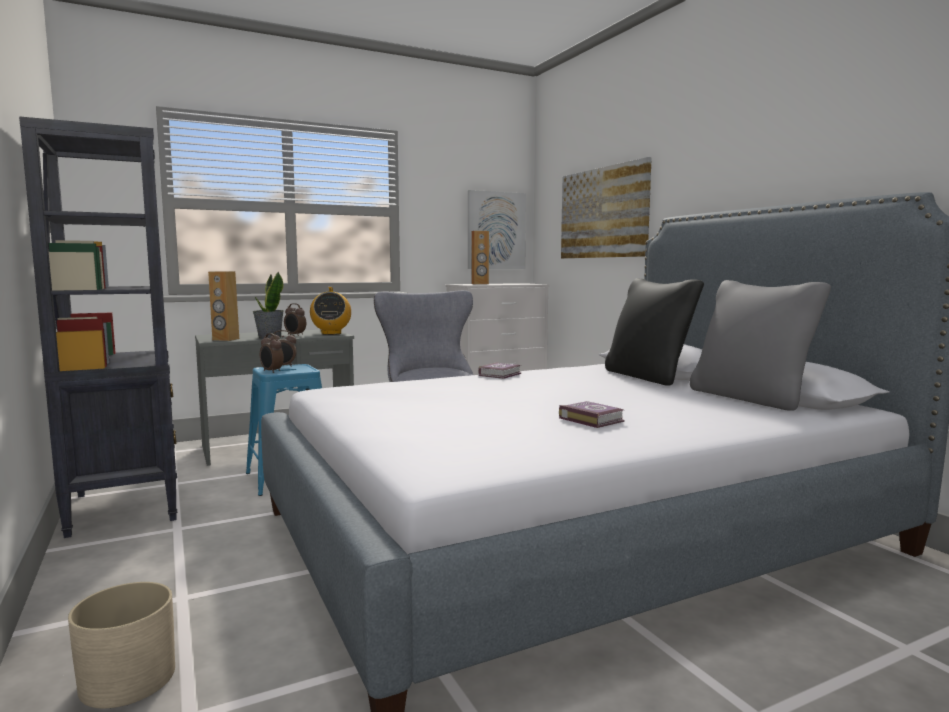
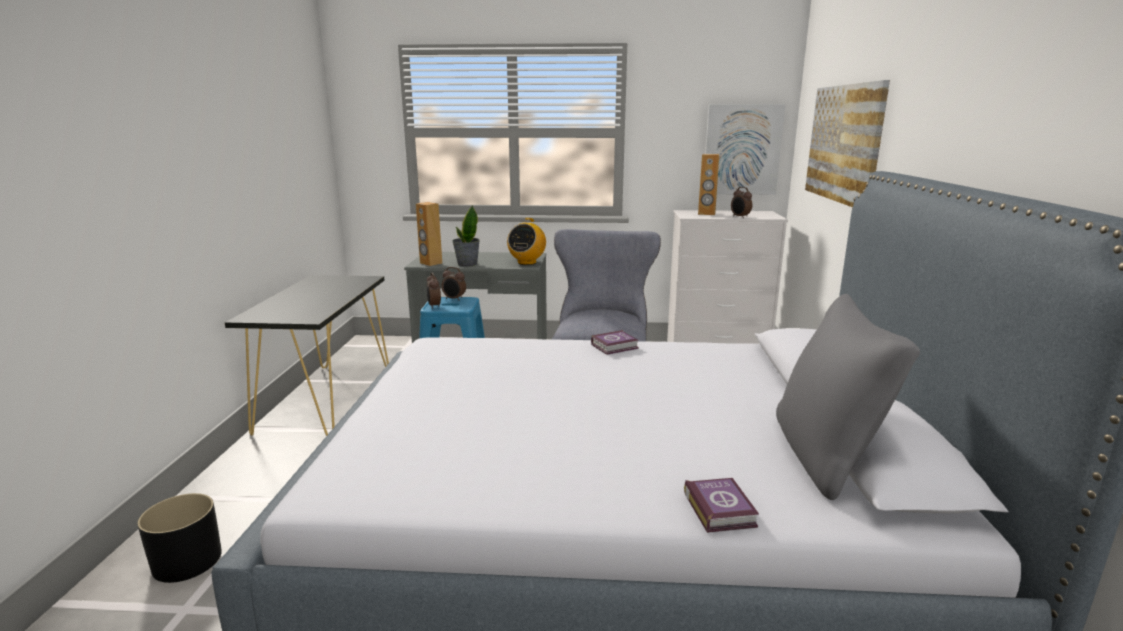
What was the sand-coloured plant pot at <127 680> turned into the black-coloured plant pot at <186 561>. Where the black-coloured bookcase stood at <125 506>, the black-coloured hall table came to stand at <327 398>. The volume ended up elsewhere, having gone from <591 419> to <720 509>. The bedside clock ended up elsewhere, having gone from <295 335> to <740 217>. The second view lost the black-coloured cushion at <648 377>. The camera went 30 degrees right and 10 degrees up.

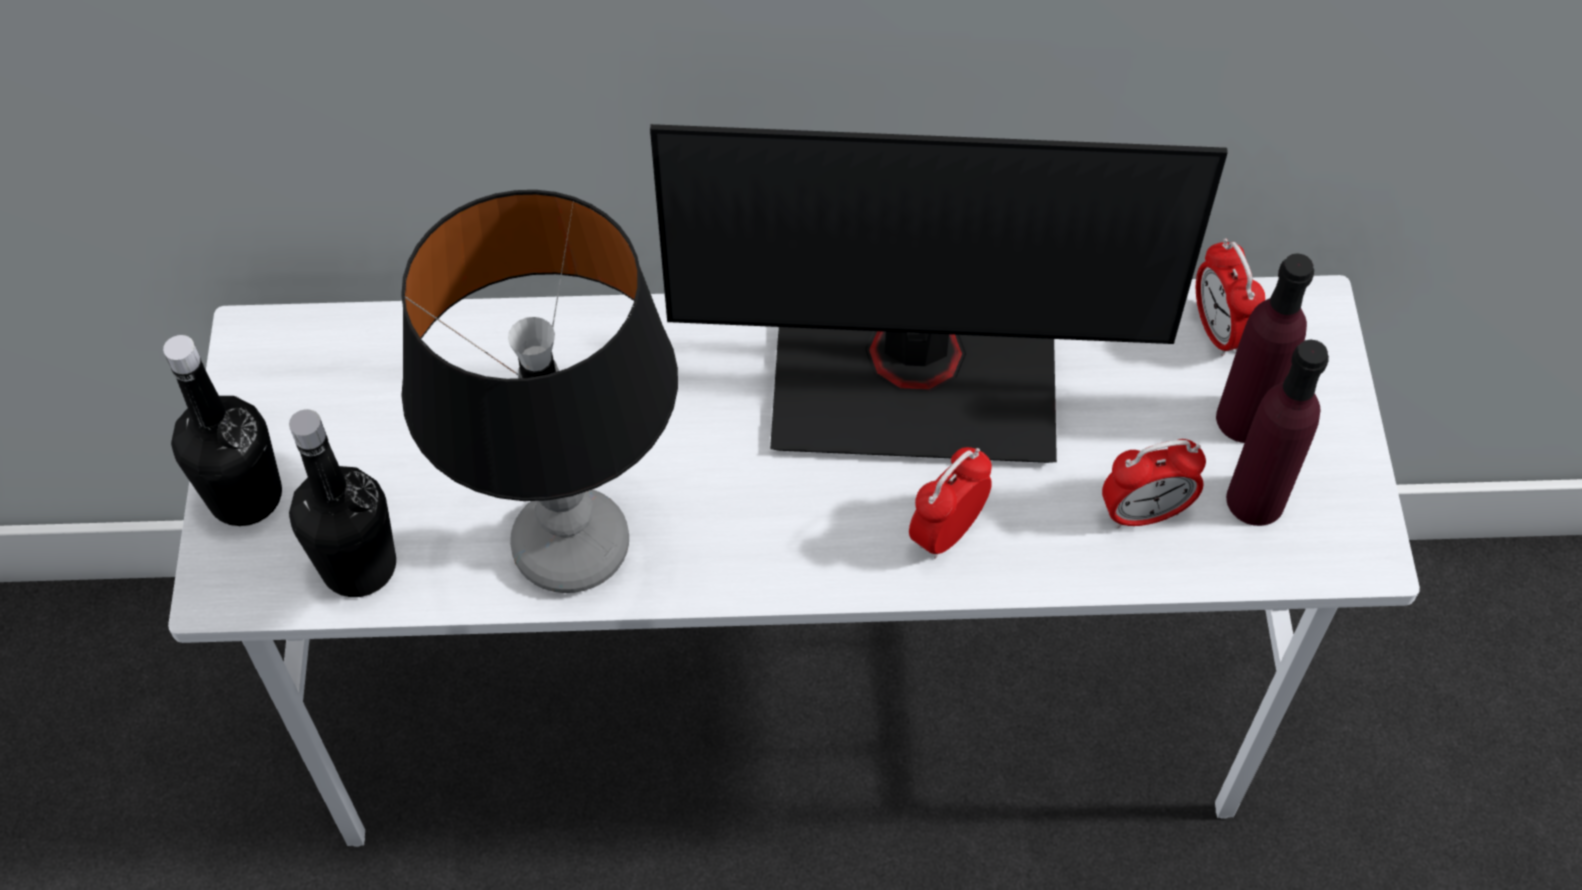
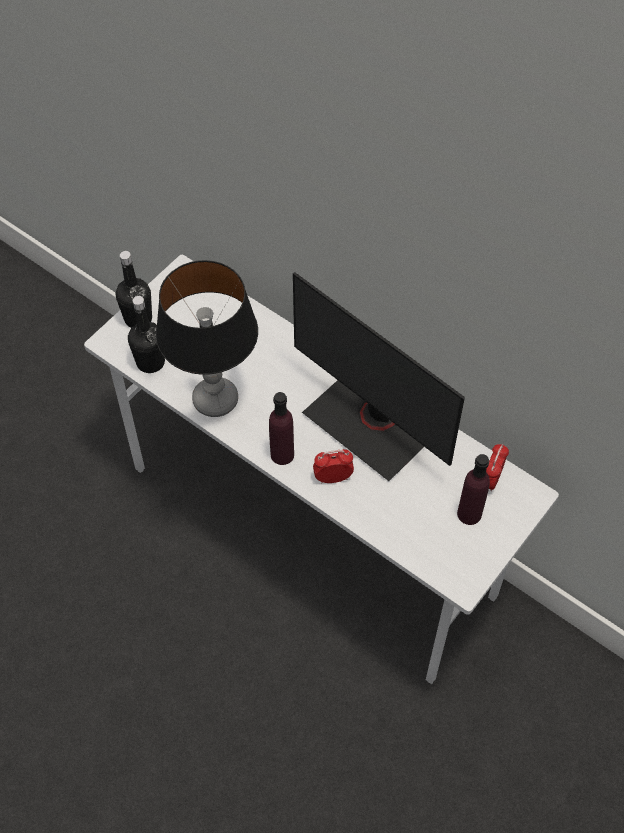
The purple bottle ended up elsewhere, having gone from <1255 500> to <282 454>. The second view lost the bedside clock at <1144 513>. The camera went 40 degrees right and 0 degrees up.

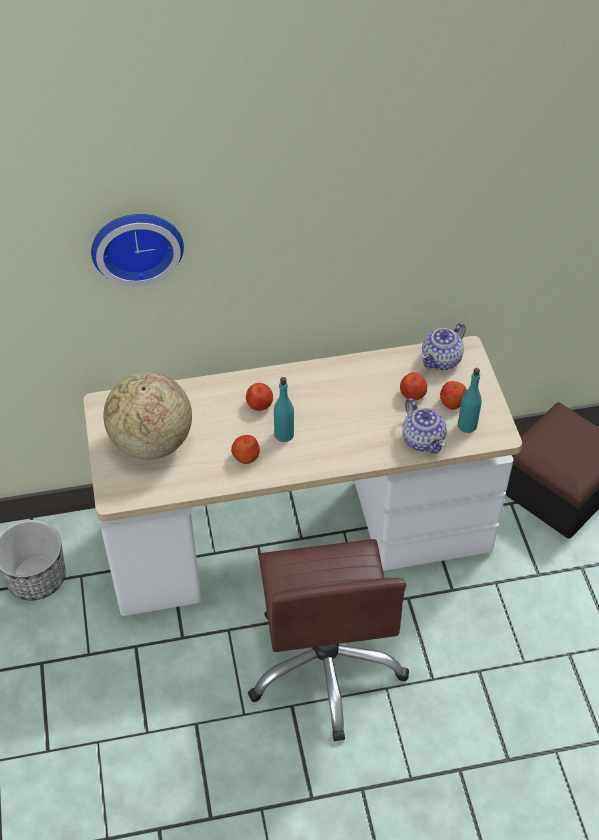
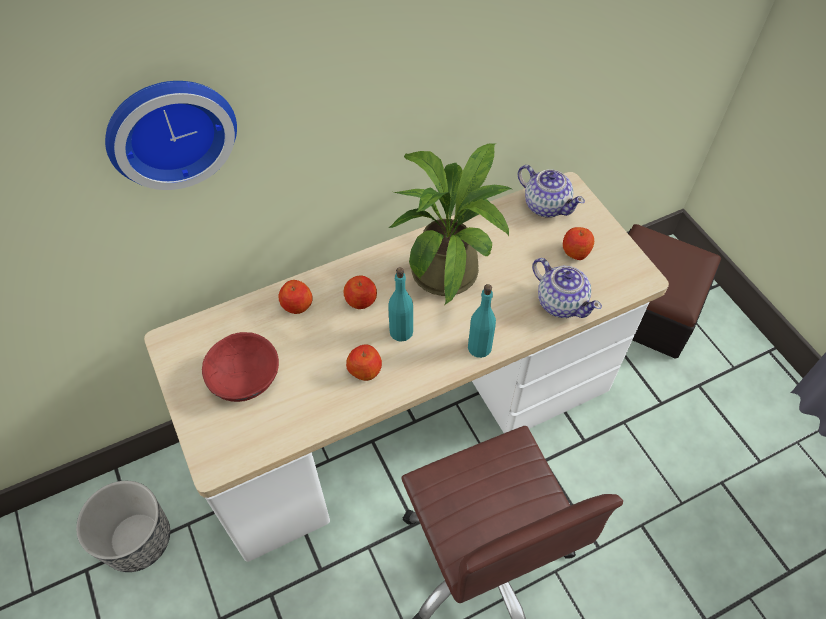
Where the desk globe stood at <151 442>, the red-coloured bowl came to stand at <244 378>. The apple fruit ended up elsewhere, having gone from <412 394> to <297 305>. The second view gained the plant in a pot at <451 267>. The turquoise bottle ended up elsewhere, having gone from <467 425> to <479 347>. The tea pot at <442 360> ended up facing another way, 75 degrees counterclockwise from before. The camera went 15 degrees left and 5 degrees up.

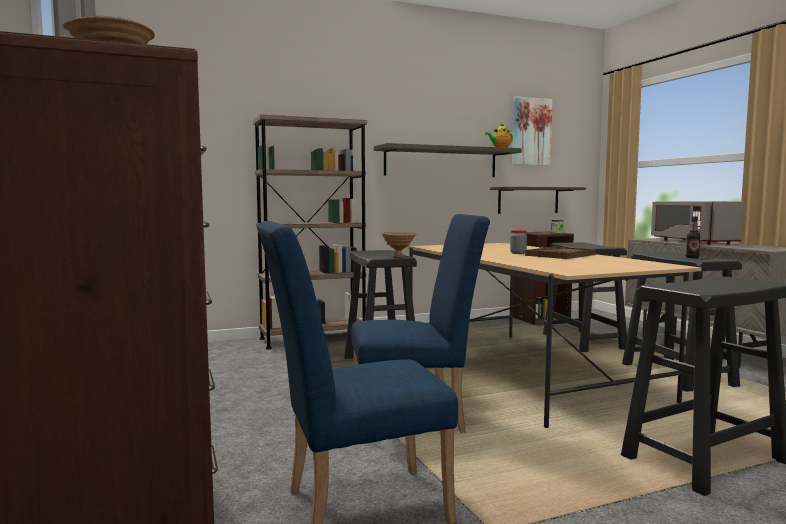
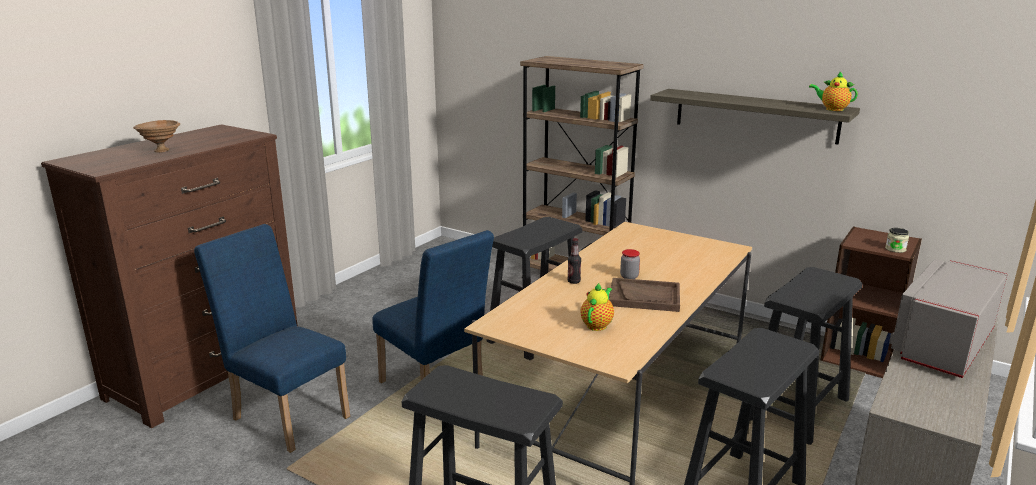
The bottle ended up elsewhere, having gone from <692 257> to <573 281>. The second view gained the tea pot at <597 325>. The second view lost the brown bowl at <398 256>. The second view lost the brown shelf at <528 200>. The second view lost the wall art at <531 132>. The camera went 55 degrees right and 15 degrees up.

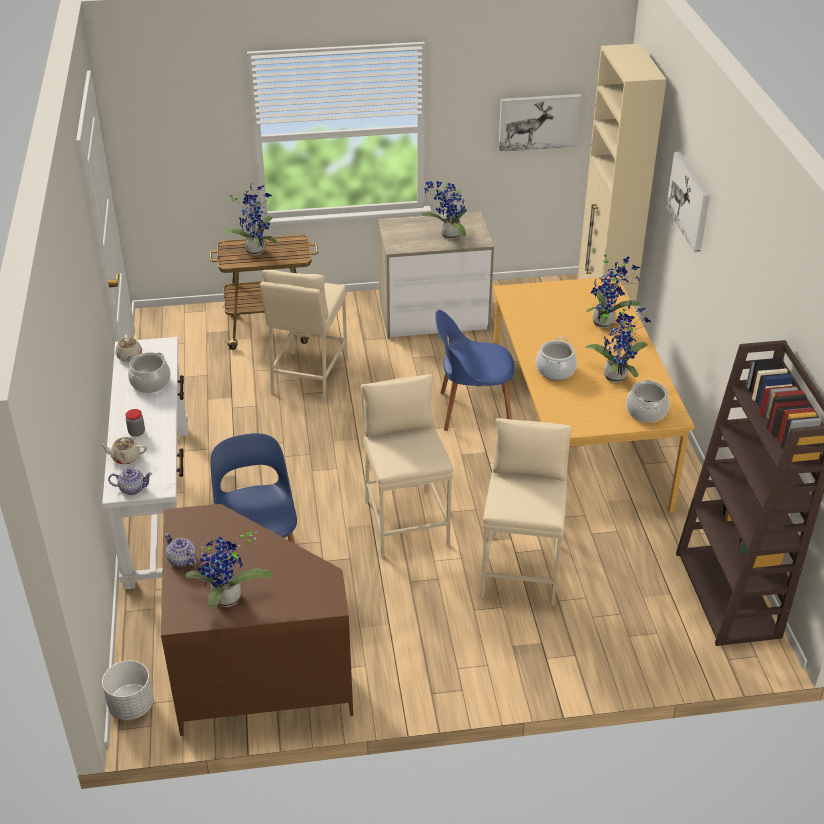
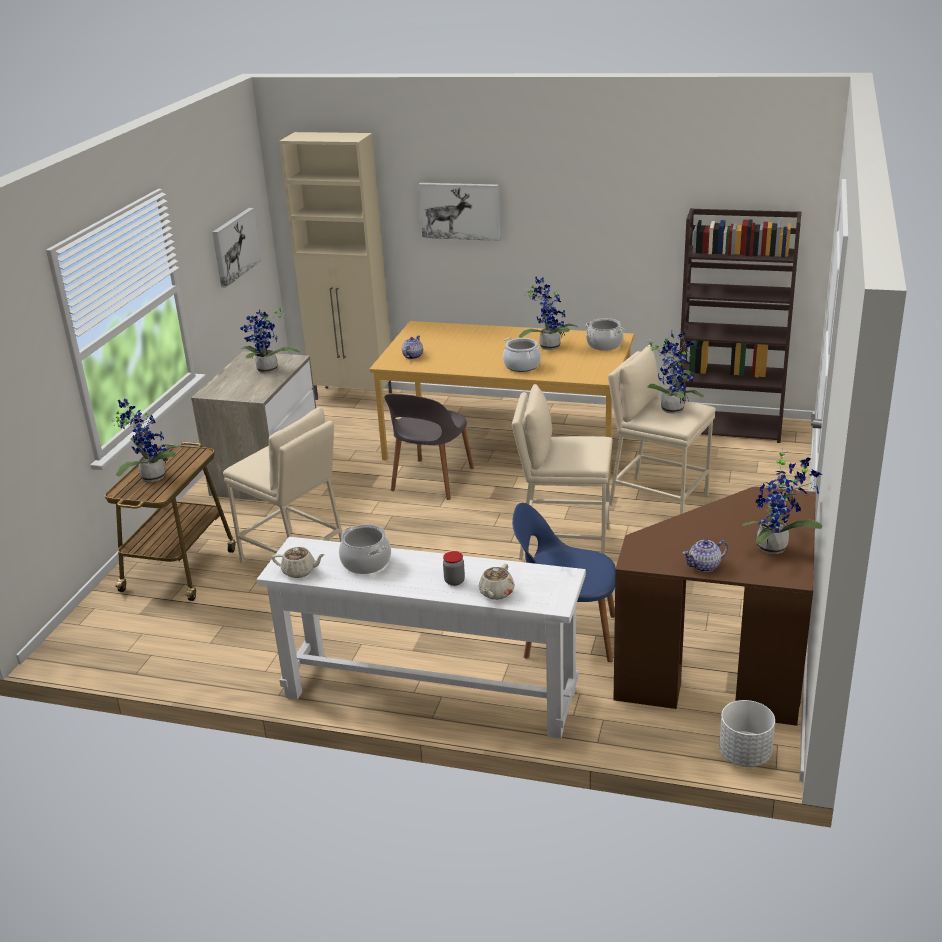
What was the bluish plain chair at <472 410> turned into the grey plain chair at <431 480>. The tea pot ended up elsewhere, having gone from <132 488> to <412 356>. The plant in a pot ended up elsewhere, having gone from <606 322> to <672 408>. The camera went 65 degrees left and 10 degrees down.

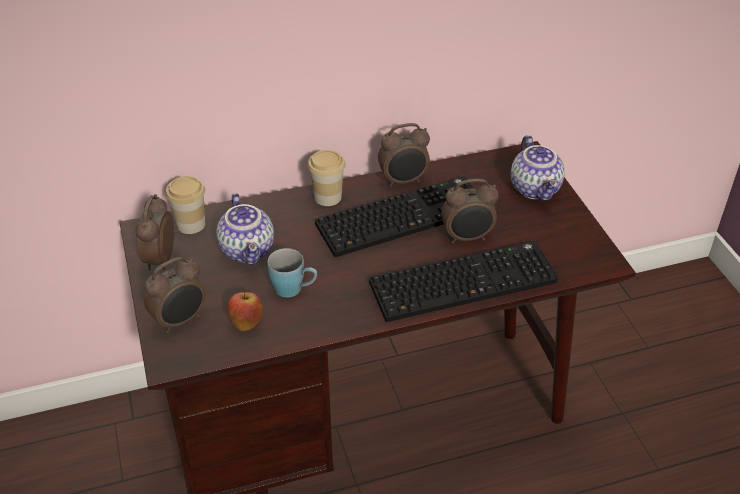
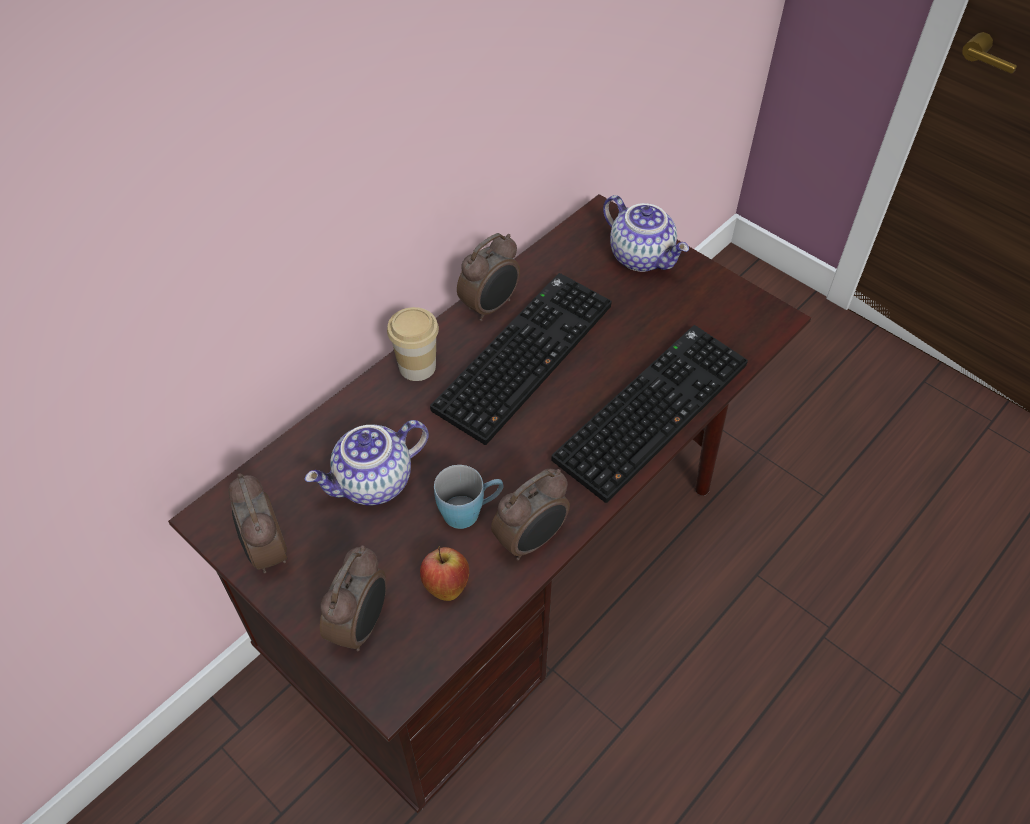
The tea pot at <249 250> ended up facing another way, 105 degrees clockwise from before. The bedside clock ended up elsewhere, having gone from <467 238> to <532 540>. The second view lost the cup at <191 224>. The camera went 30 degrees left and 10 degrees up.

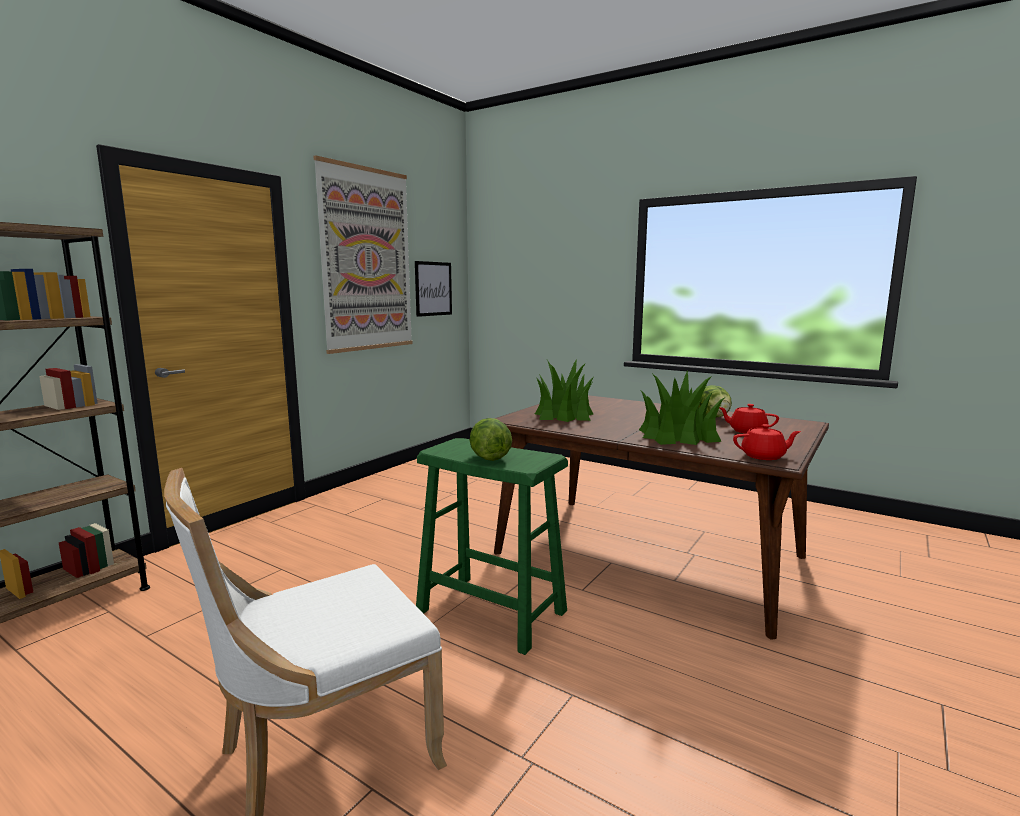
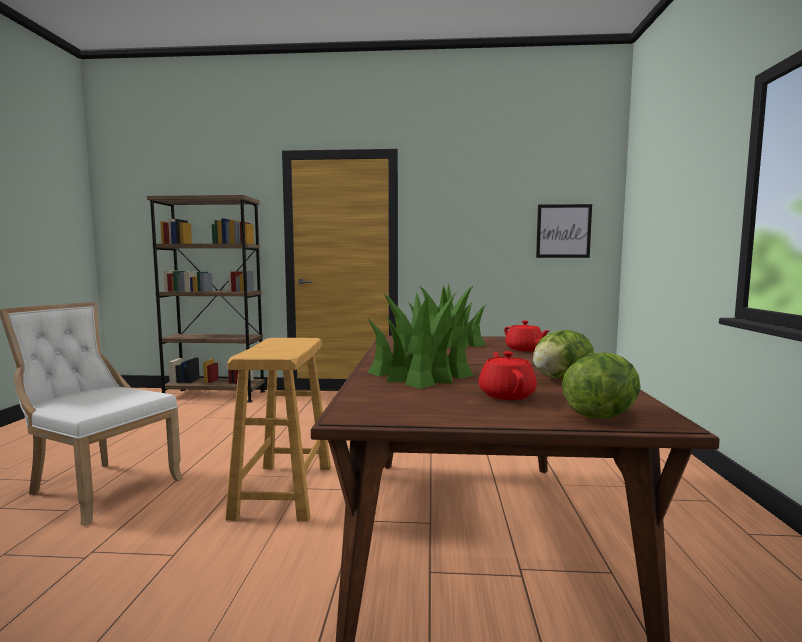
What was the green stool at <490 612> turned into the sand-coloured stool at <284 490>. The red-coloured tea pot ended up elsewhere, having gone from <764 456> to <524 349>. The lettuce head ended up elsewhere, having gone from <489 458> to <601 415>. The second view lost the wall art at <367 260>. The camera went 60 degrees right and 5 degrees down.

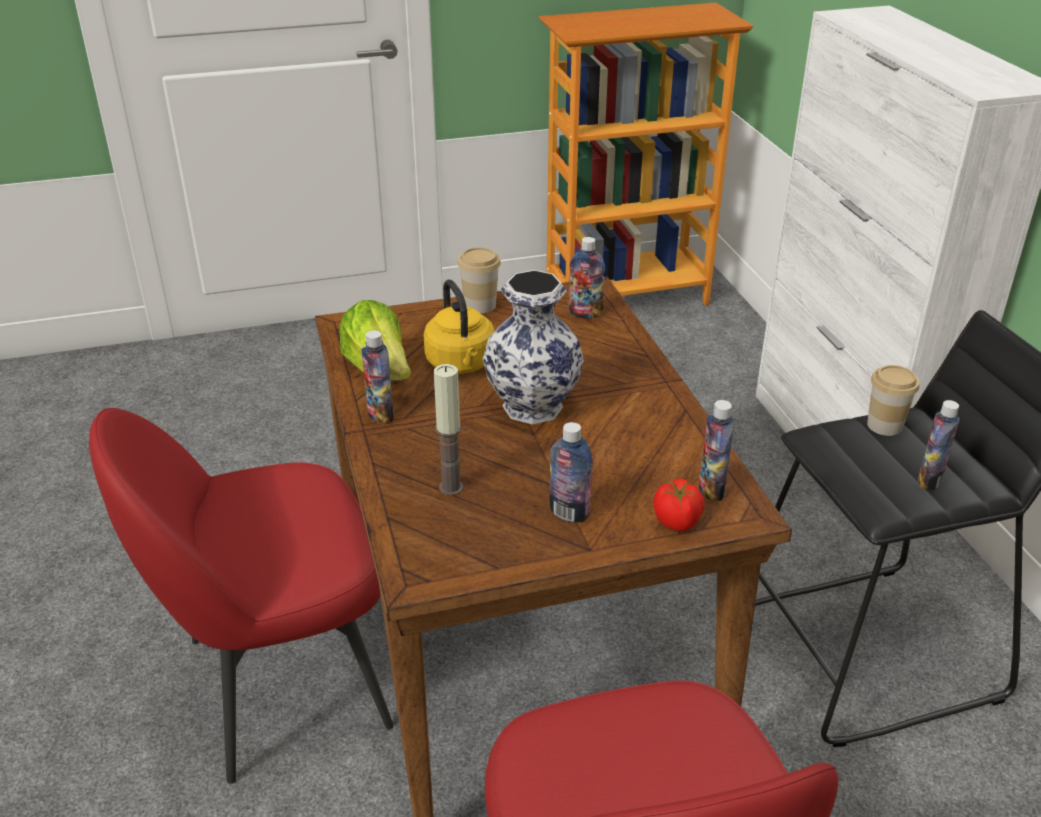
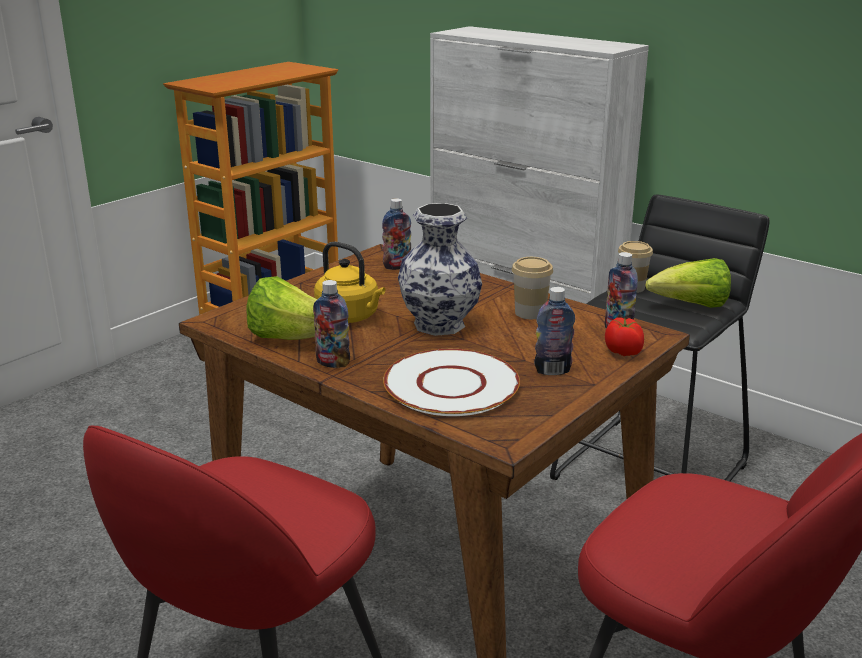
Where the wax candle stood at <451 487>, the white flat dish came to stand at <452 385>. The cup ended up elsewhere, having gone from <480 305> to <530 313>. Where the bottle stood at <929 480>, the lettuce head came to stand at <691 306>. The camera went 35 degrees left and 10 degrees down.

